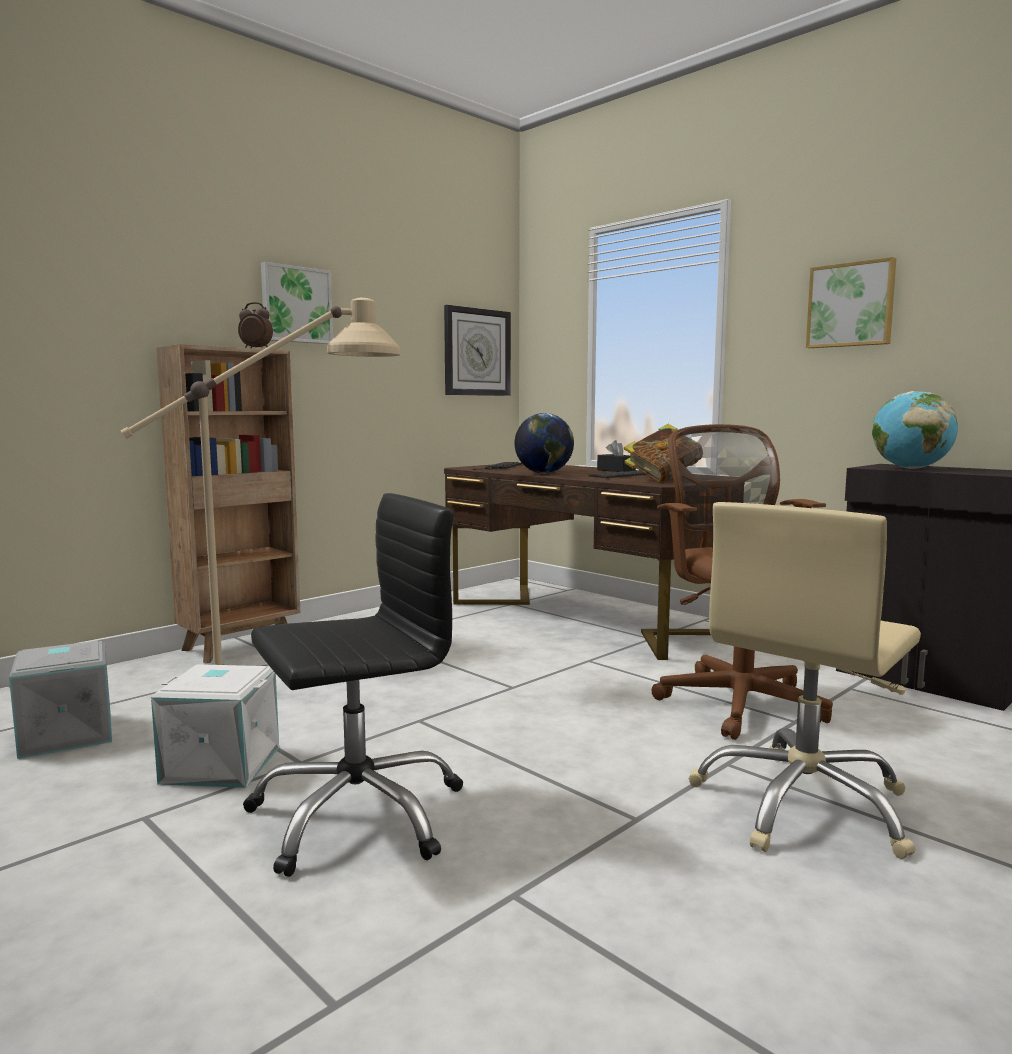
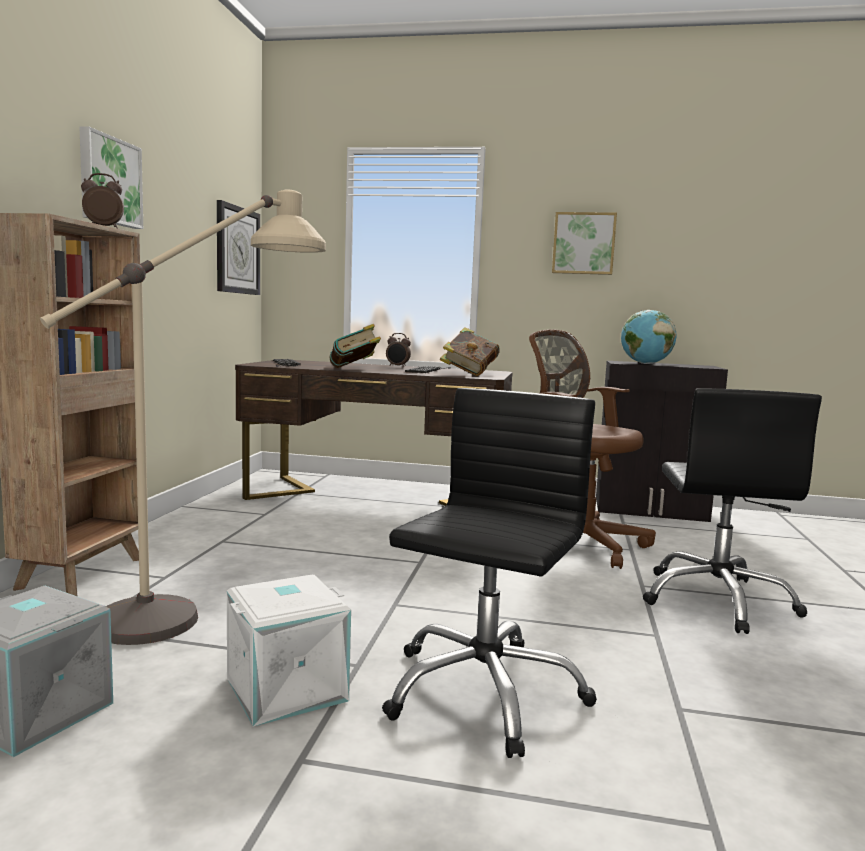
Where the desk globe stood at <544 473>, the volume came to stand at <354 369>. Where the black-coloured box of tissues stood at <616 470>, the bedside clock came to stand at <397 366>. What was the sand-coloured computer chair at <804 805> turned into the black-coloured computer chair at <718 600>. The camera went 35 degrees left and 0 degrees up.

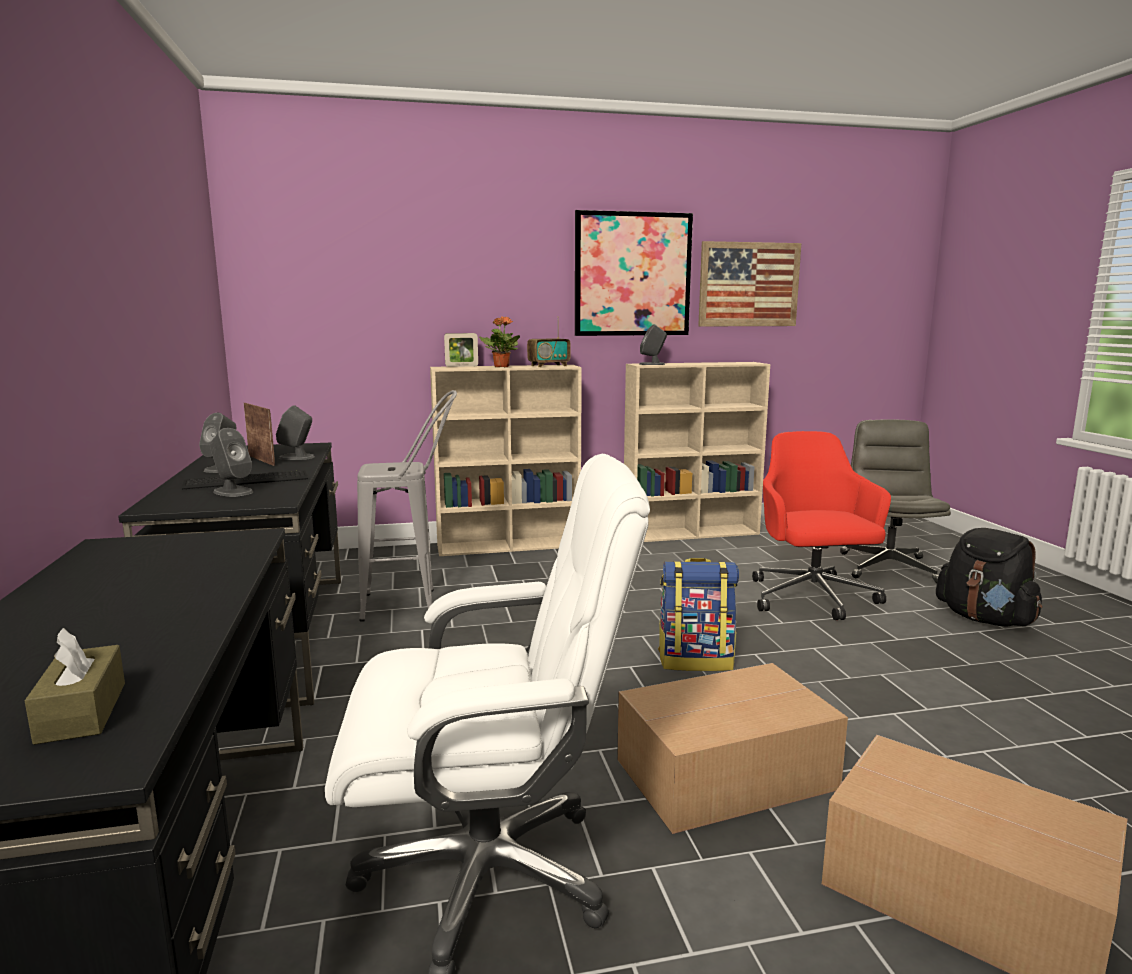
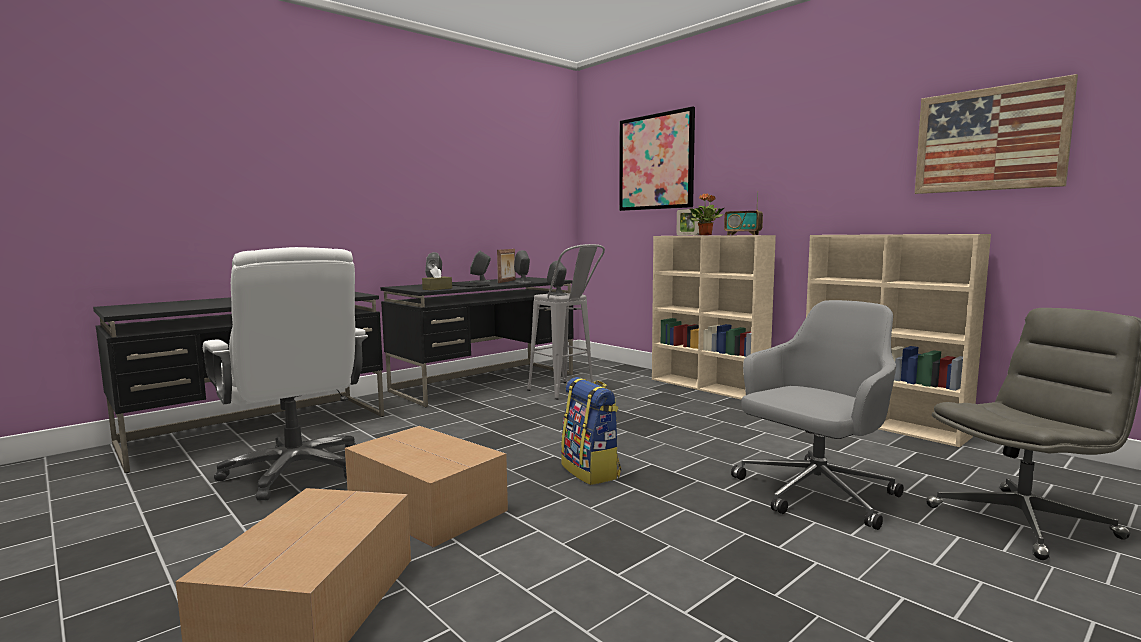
The brown box of tissues ended up elsewhere, having gone from <82 712> to <437 289>. The grey speaker ended up elsewhere, having gone from <652 364> to <557 294>. The wall art ended up elsewhere, having gone from <632 274> to <656 162>. What was the red-coloured computer chair at <812 598> turned into the grey computer chair at <814 494>. The second view lost the black-coloured knapsack at <985 619>. The camera went 60 degrees right and 5 degrees down.

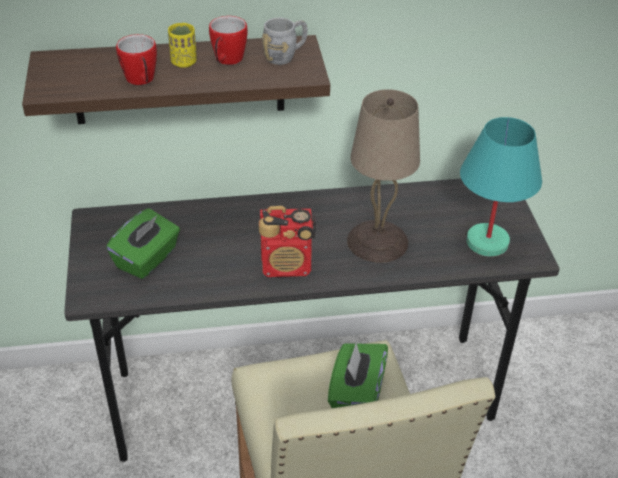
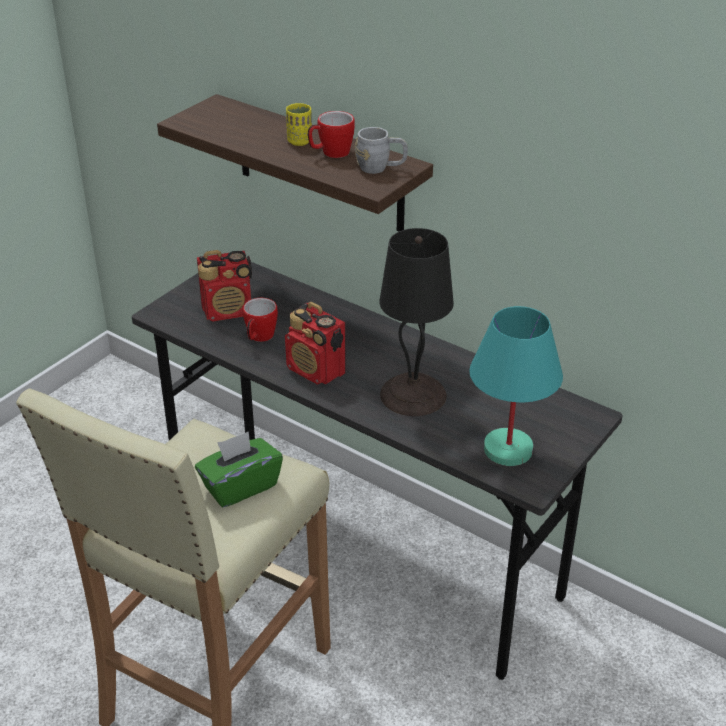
Where the green box of tissues stood at <147 259>, the radio came to stand at <228 311>. The mug ended up elsewhere, having gone from <141 81> to <259 338>. What was the sand-coloured lamp for a table at <376 240> turned into the black-coloured lamp for a table at <413 394>. The camera went 45 degrees right and 5 degrees down.

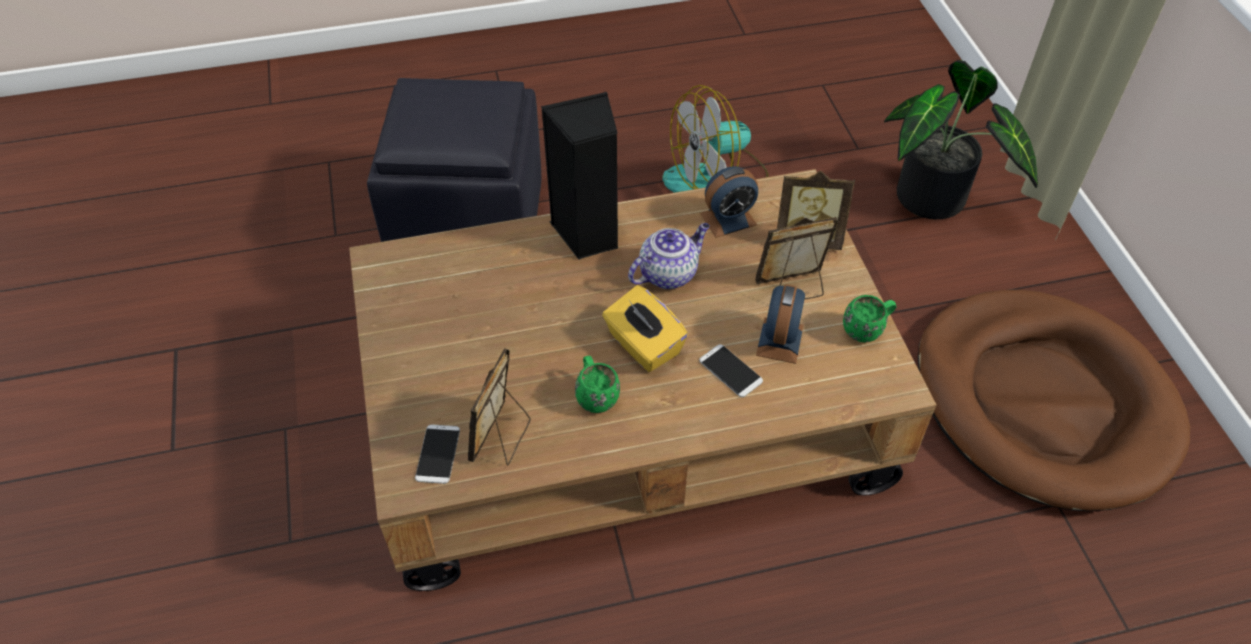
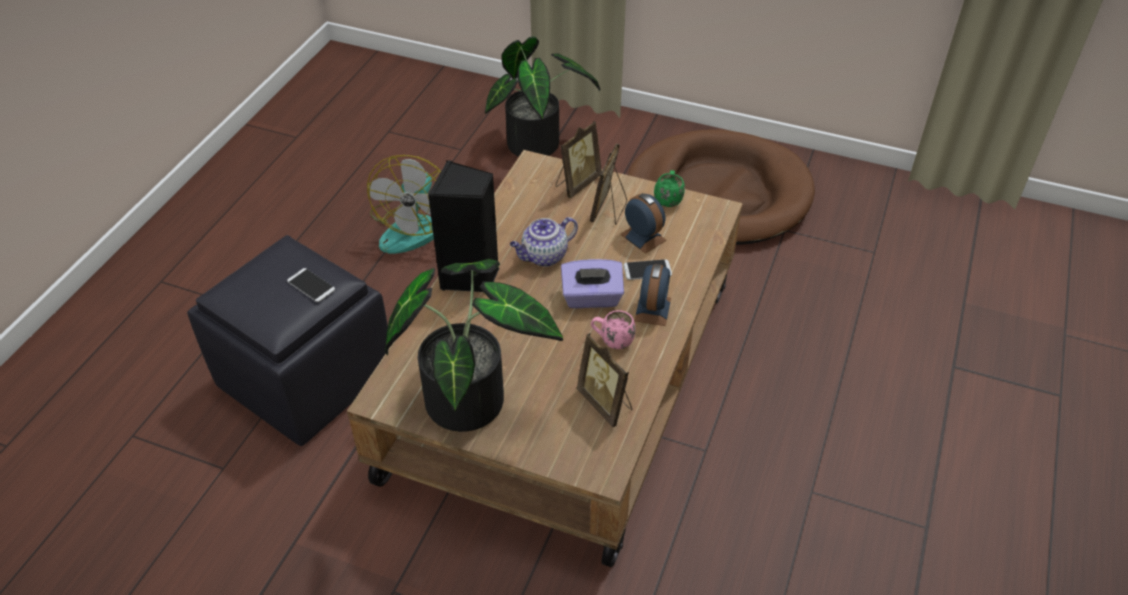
The telephone ended up elsewhere, having gone from <438 454> to <311 285>. The second view gained the plant in a pot at <471 395>. The tea pot at <668 273> ended up facing another way, 120 degrees counterclockwise from before. What was the yellowish box of tissues at <643 345> turned into the purple box of tissues at <592 298>. What was the green mug at <595 396> turned into the pinkish mug at <612 341>. The bedside clock ended up elsewhere, having gone from <728 219> to <653 309>. The camera went 55 degrees left and 5 degrees down.

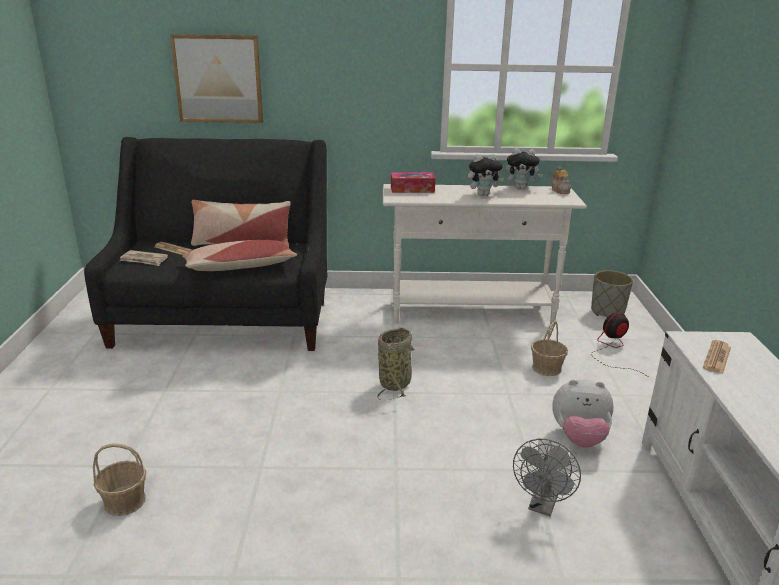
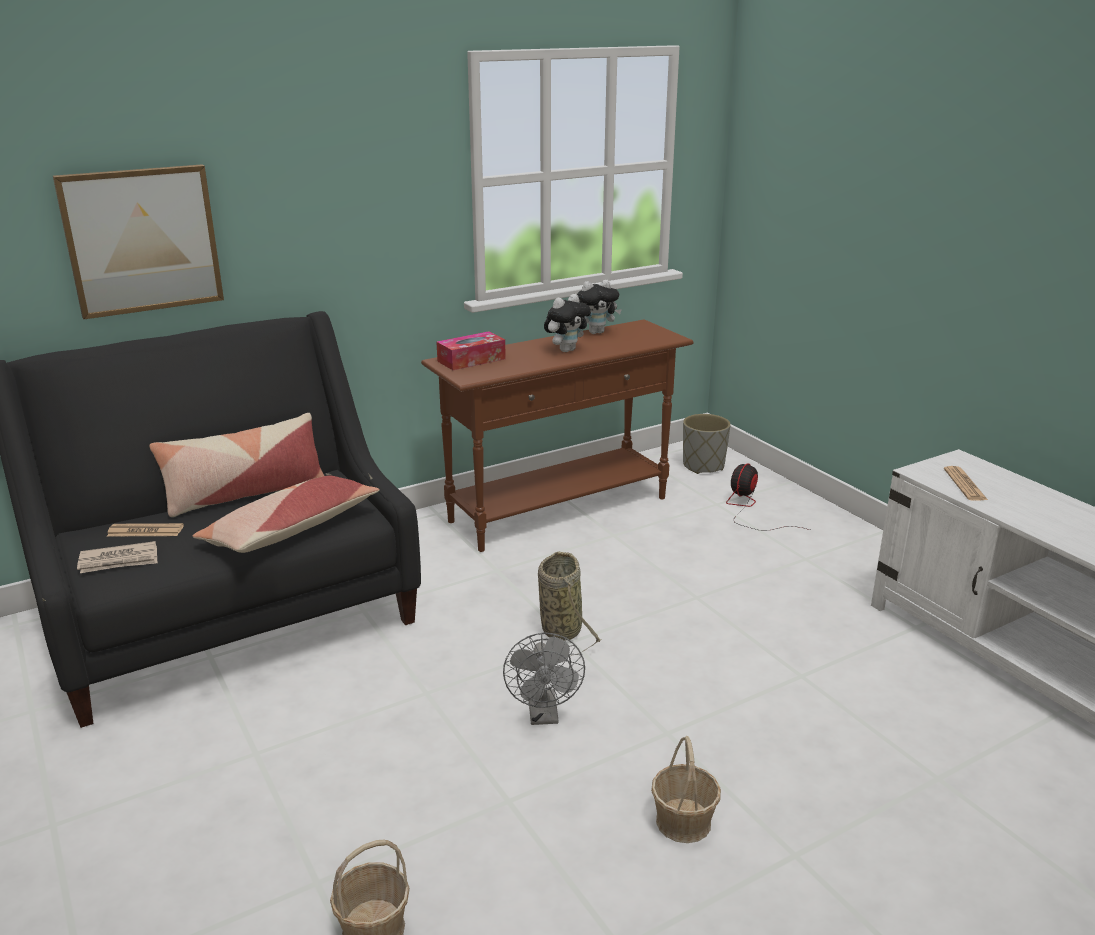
What was the white hall table at <472 312> turned into the brown hall table at <560 510>. The grey fan ended up elsewhere, having gone from <542 506> to <544 715>. The basket ended up elsewhere, having gone from <547 368> to <683 821>. The second view lost the tea pot at <560 190>. The second view lost the plush toy at <579 438>. The camera went 30 degrees left and 0 degrees up.

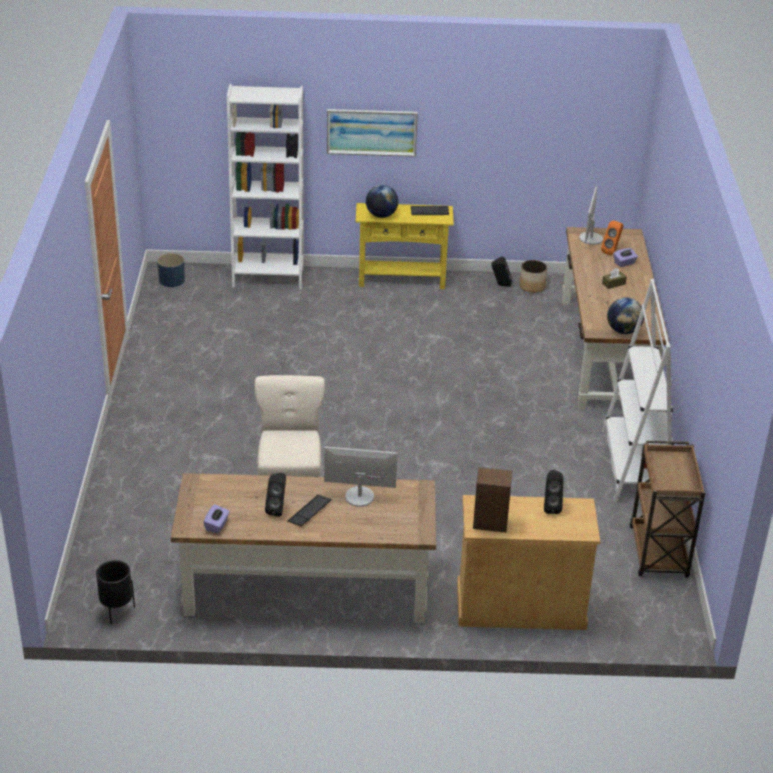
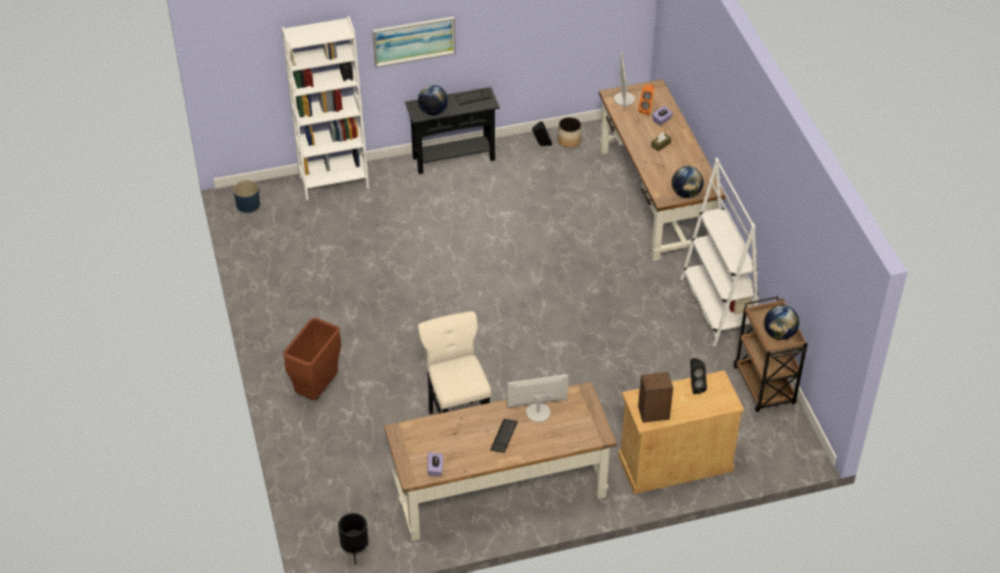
The second view gained the brown waste bin at <317 390>. What was the yellowish hall table at <402 280> turned into the black-coloured hall table at <453 158>. The second view gained the desk globe at <779 334>. The second view lost the black-coloured speaker at <278 509>. The camera went 15 degrees left and 10 degrees up.

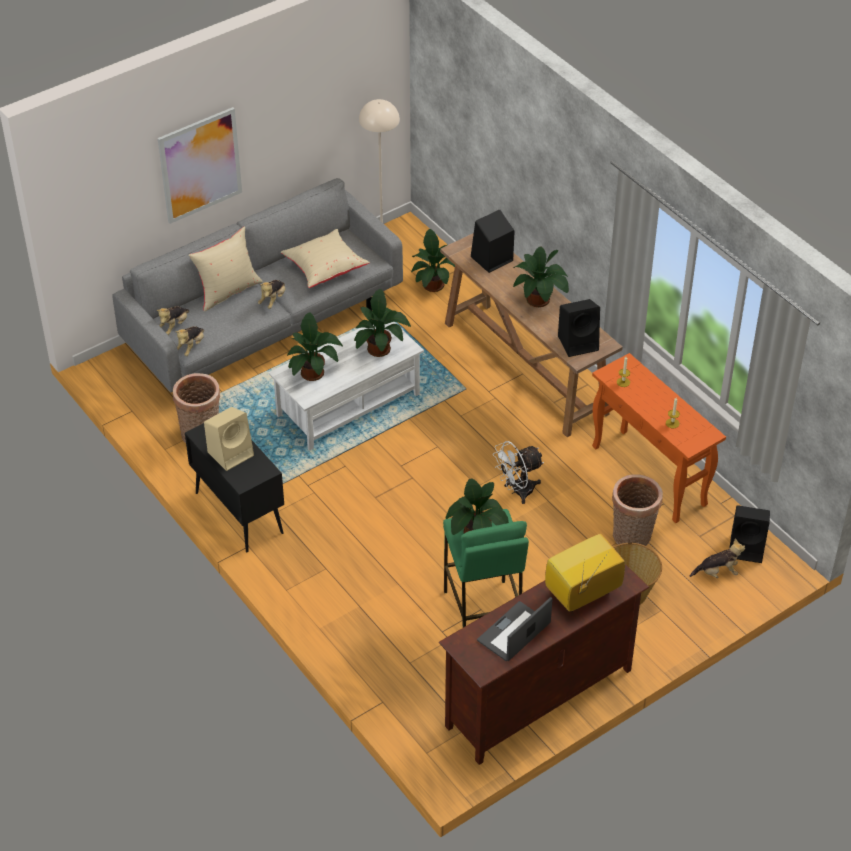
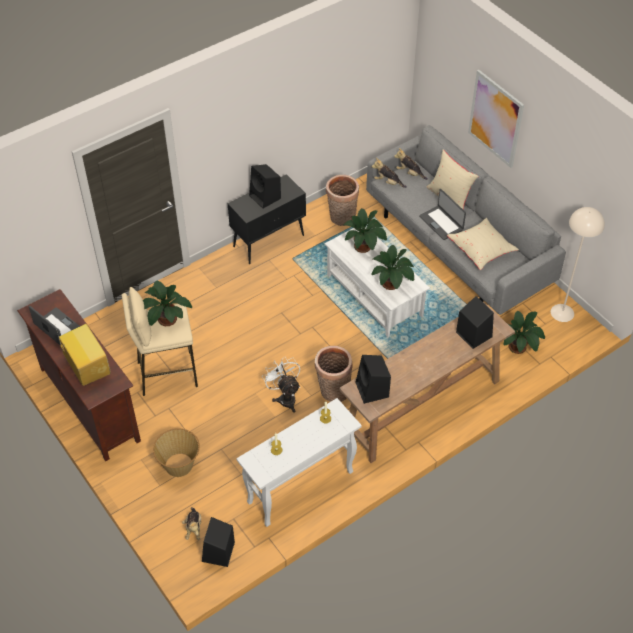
What was the green stool at <482 615> turned into the sand-coloured stool at <167 373>. What was the orangey hall table at <650 476> turned into the white hall table at <300 488>. What was the sand-coloured speaker at <231 453> turned into the black-coloured speaker at <265 197>. The basket ended up elsewhere, having gone from <632 538> to <332 391>. Where the plush toy stood at <273 300>, the laptop came to stand at <441 223>. The second view lost the plant in a pot at <539 300>. The camera went 90 degrees right and 5 degrees up.

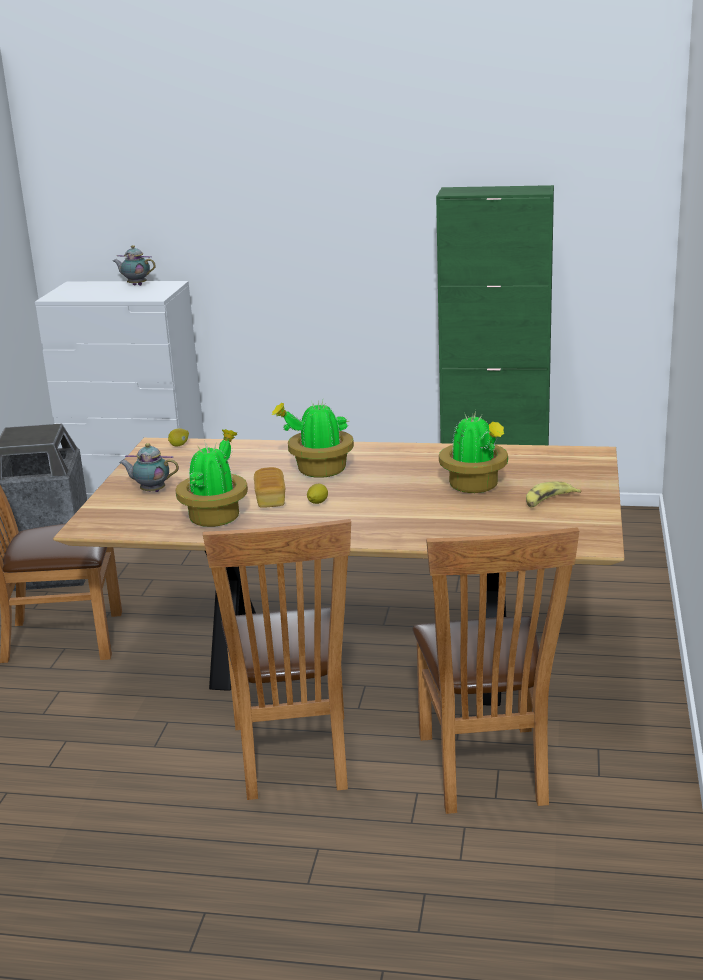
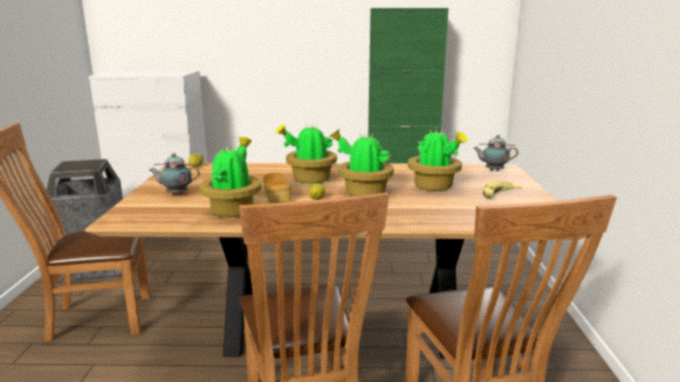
The second view gained the plant in a pot at <363 192>. The tea pot ended up elsewhere, having gone from <136 285> to <493 170>. The camera went 10 degrees left and 5 degrees down.

